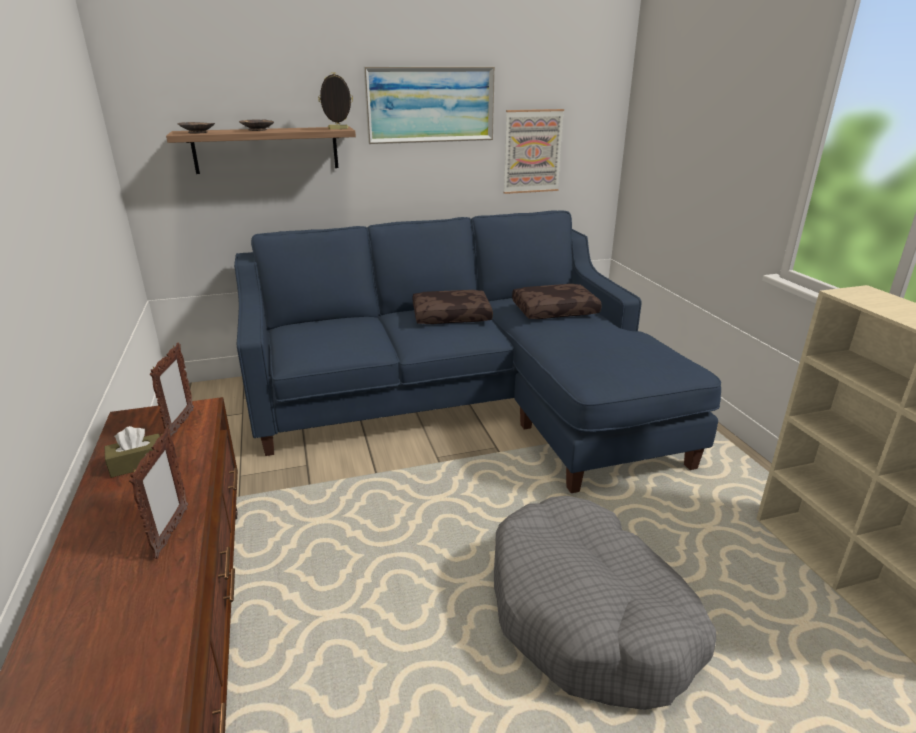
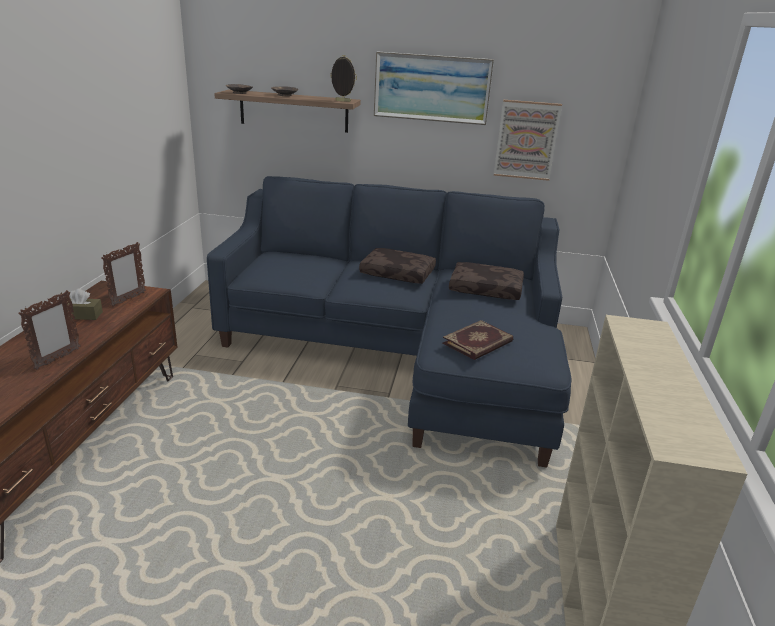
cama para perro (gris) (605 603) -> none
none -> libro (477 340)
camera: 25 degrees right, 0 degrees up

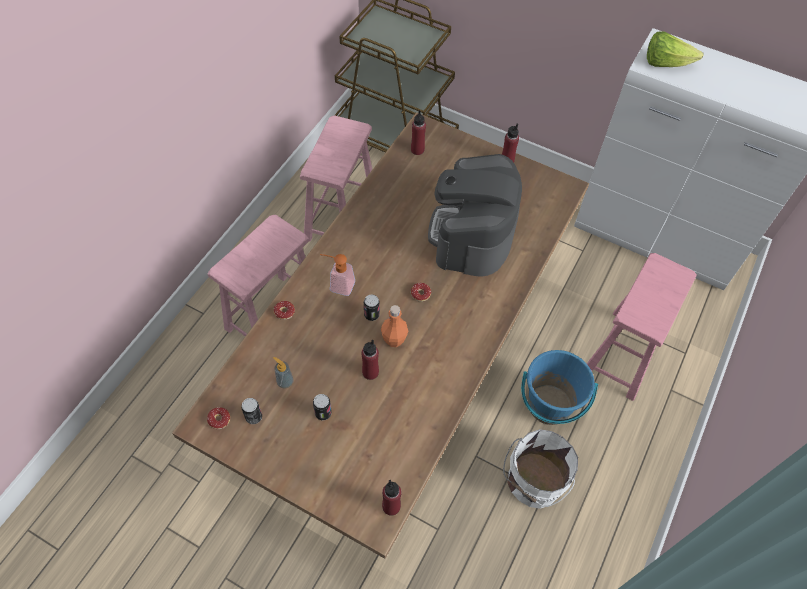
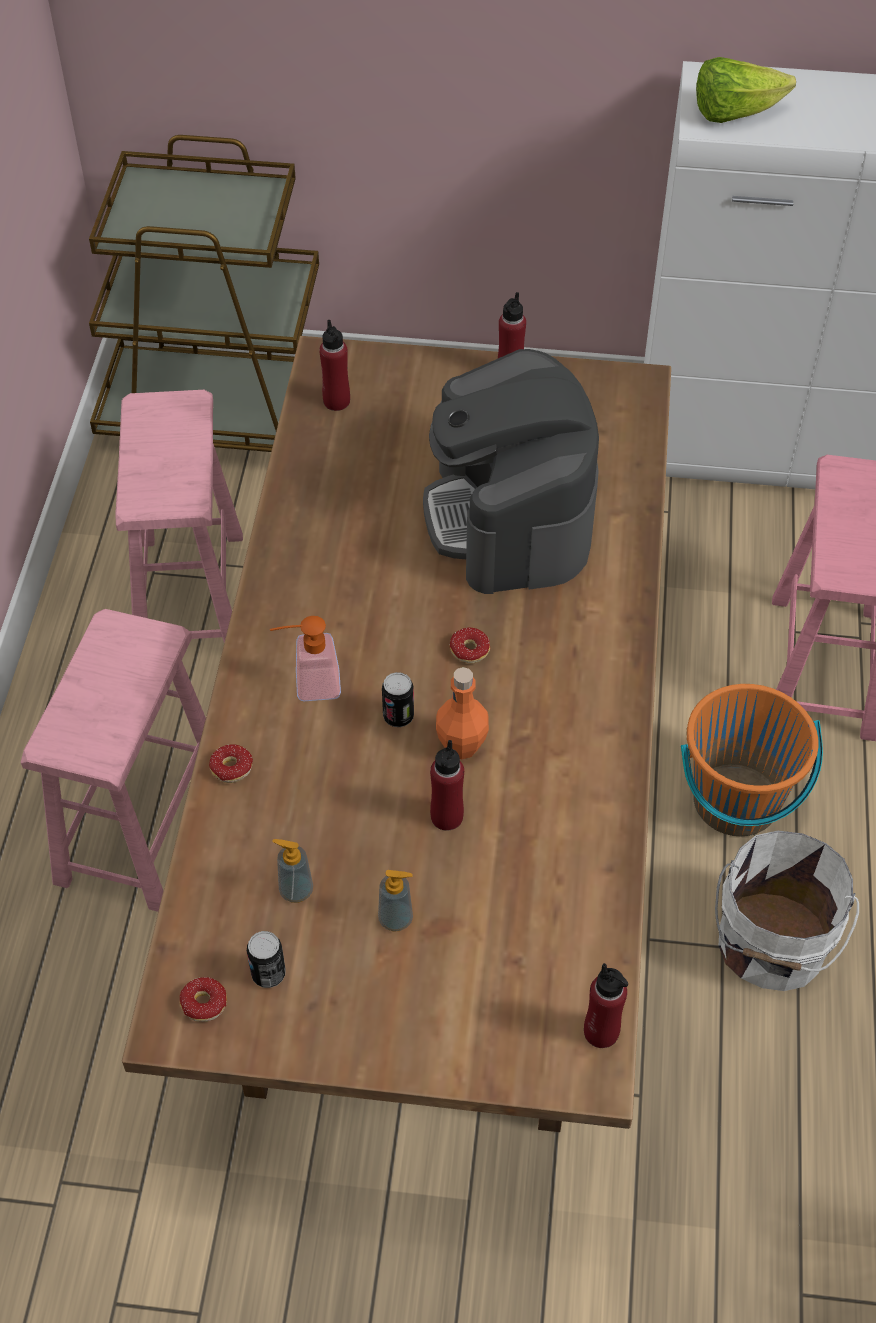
cubo (azul) (559 387) -> cubo (naranja) (752 760)
lata (322 407) -> dispensador de jabón (395 901)
camera: 20 degrees left, 5 degrees down

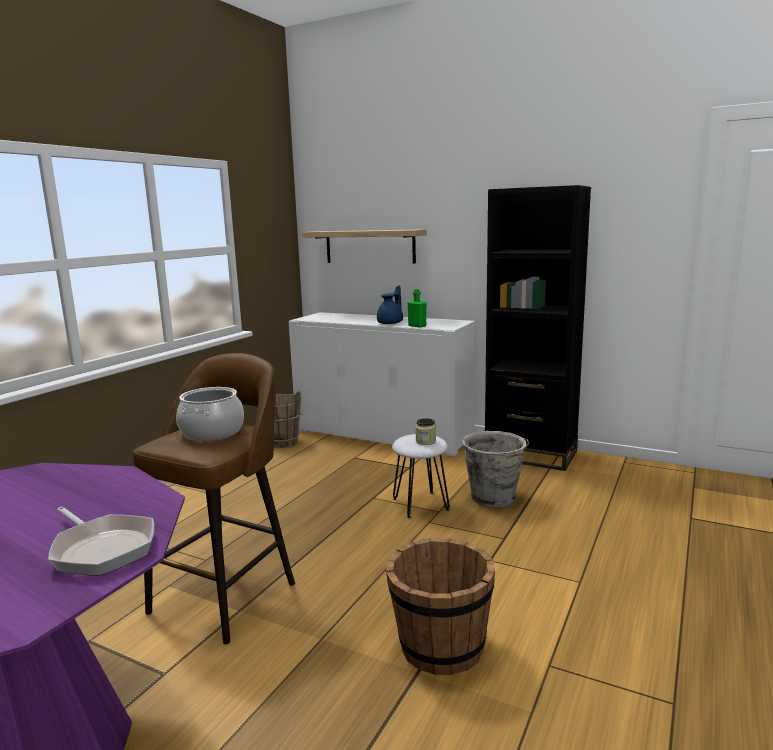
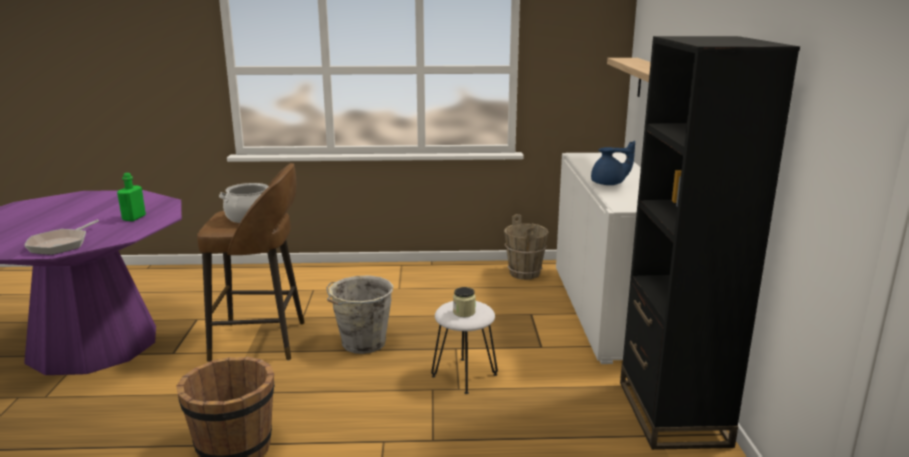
botella (verde) (417 308) -> botella (verde) (131 197), moved
cubo (gris) (495 469) -> cubo (gris) (360 314), moved
camera: 60 degrees right, 5 degrees up

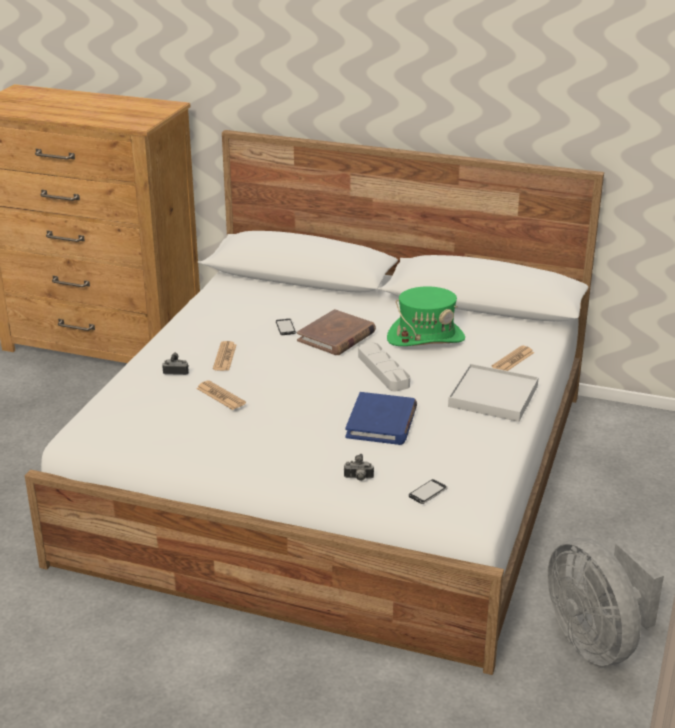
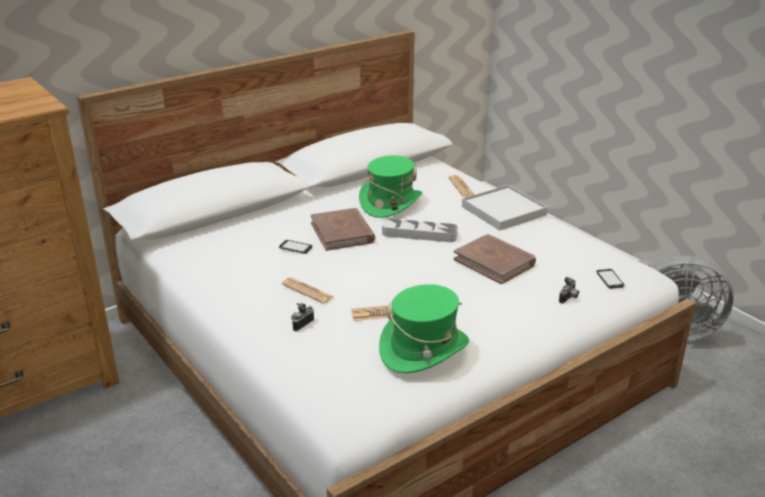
libro (azul) (381 418) -> libro (marrón) (494 259)
none -> sombrero (verde) (424 328)
camera: 55 degrees left, 0 degrees up

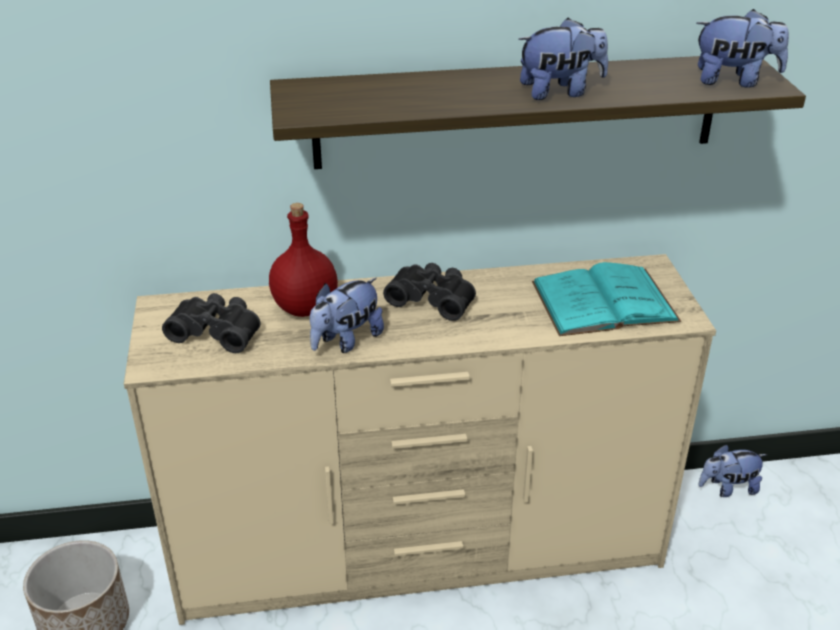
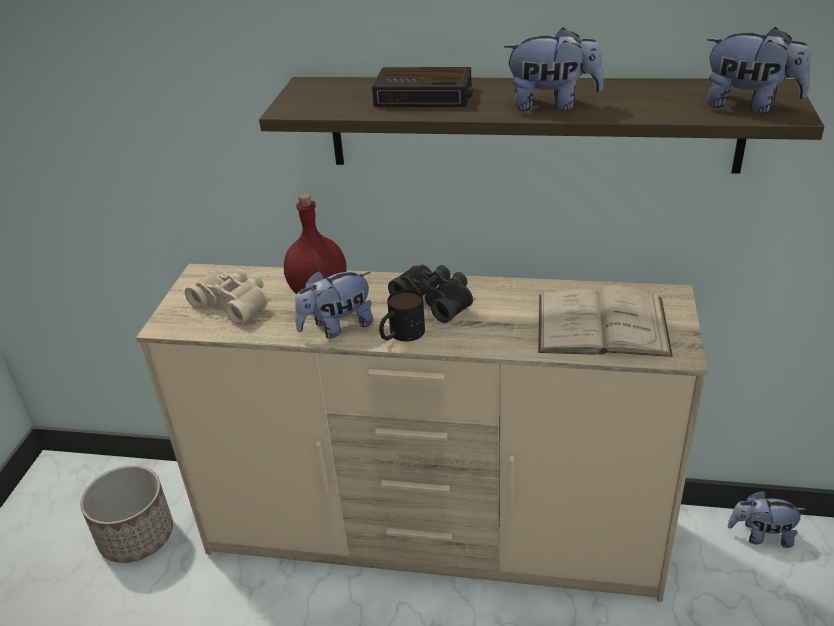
libro (turquesa) (606 299) -> libro (beis) (605 321)
prismáticos (negro) (211 323) -> prismáticos (beis) (226 297)
none -> despertador (422 87)
none -> taza grande (402 316)
camera: 20 degrees right, 0 degrees up

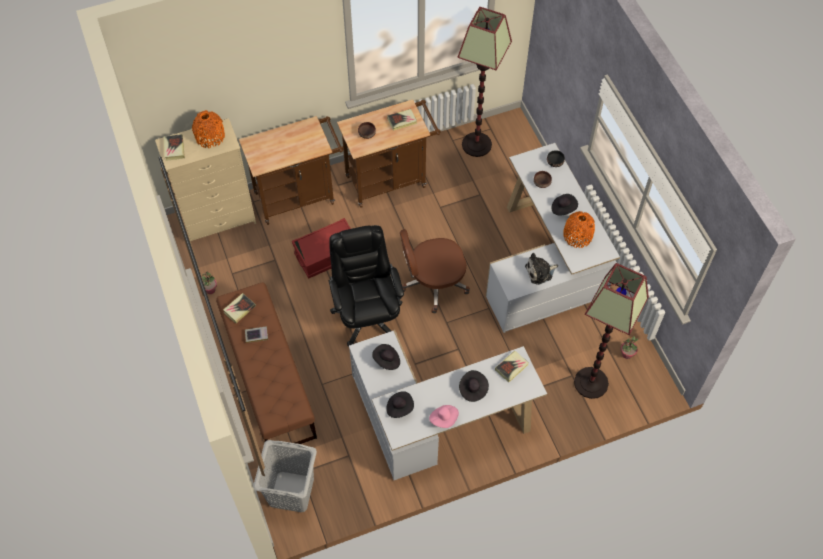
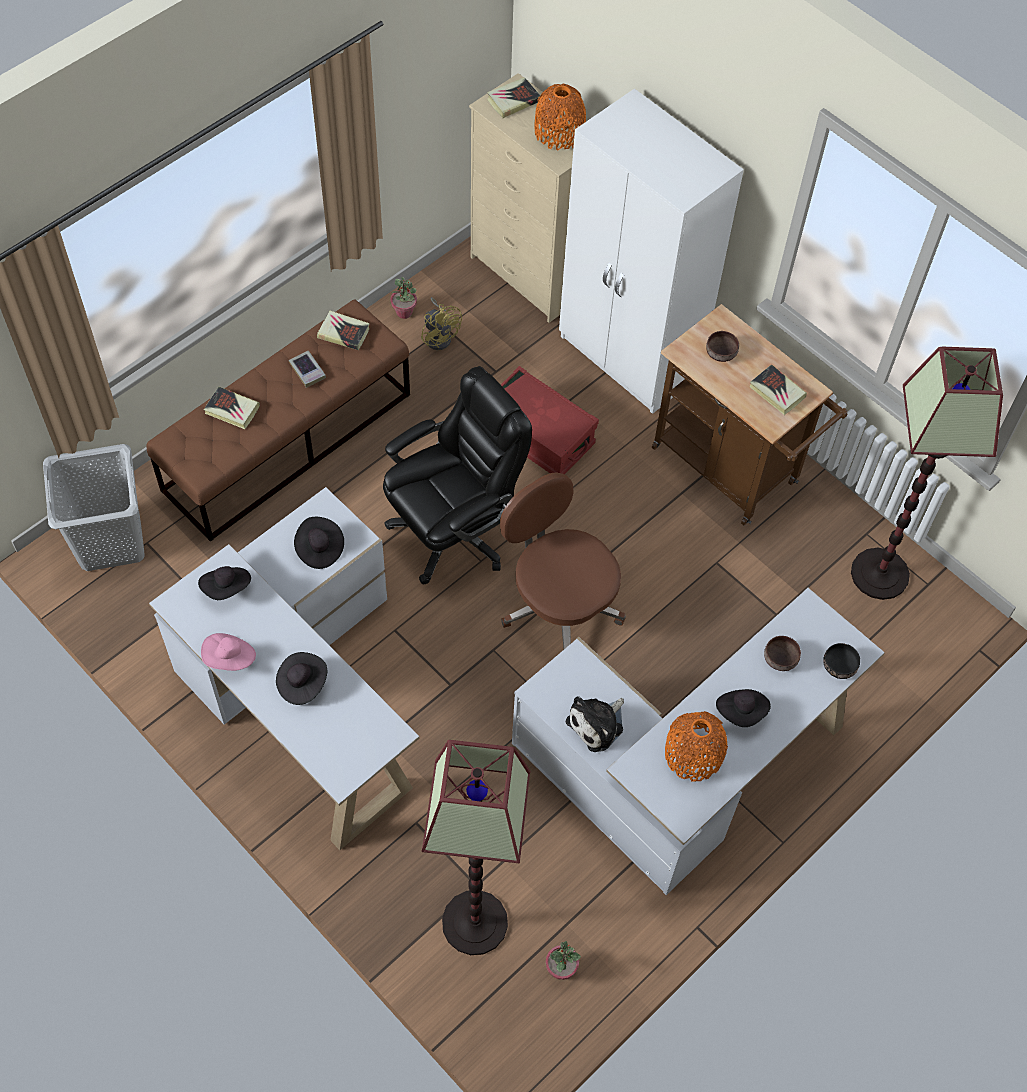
carrito (marrón) (291 170) -> armario ropero (blanco) (651 251)
peluche (541 269) -> peluche (595 724), 90 degrees counterclockwise
libro (512 366) -> libro (232 408), moved
none -> ventilador (amarillo) (441 323)
camera: 65 degrees right, 0 degrees up

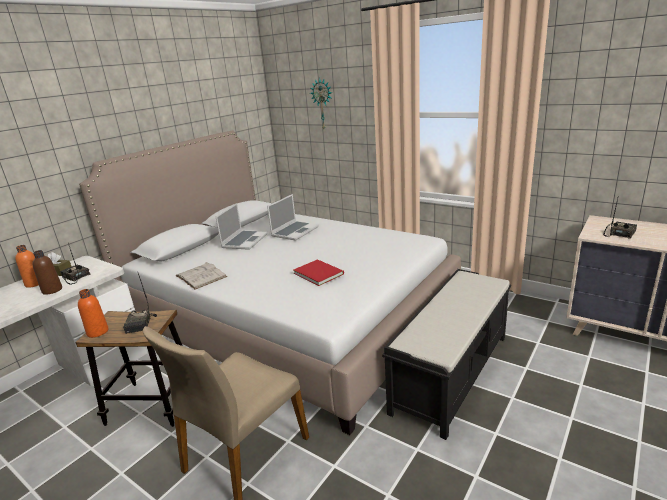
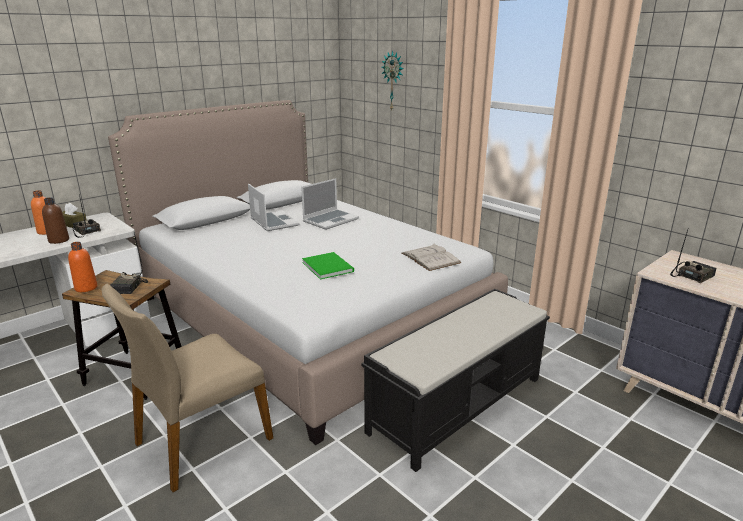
portátil (242 226) -> portátil (274 207), 60 degrees counterclockwise
libro (rojo) (319 272) -> libro (verde) (328 266)
libro (blanco) (201 276) -> libro (blanco) (431 257), moved
camera: 10 degrees right, 0 degrees up

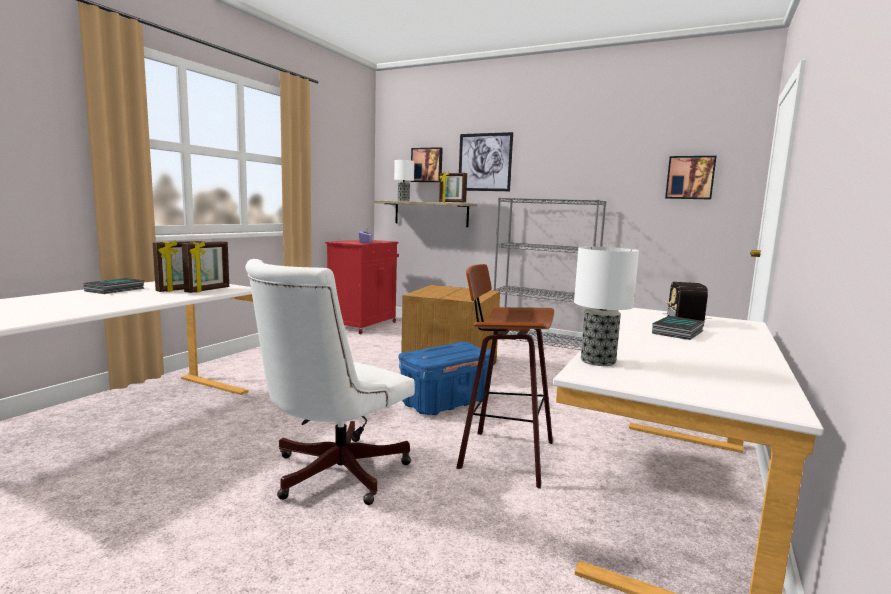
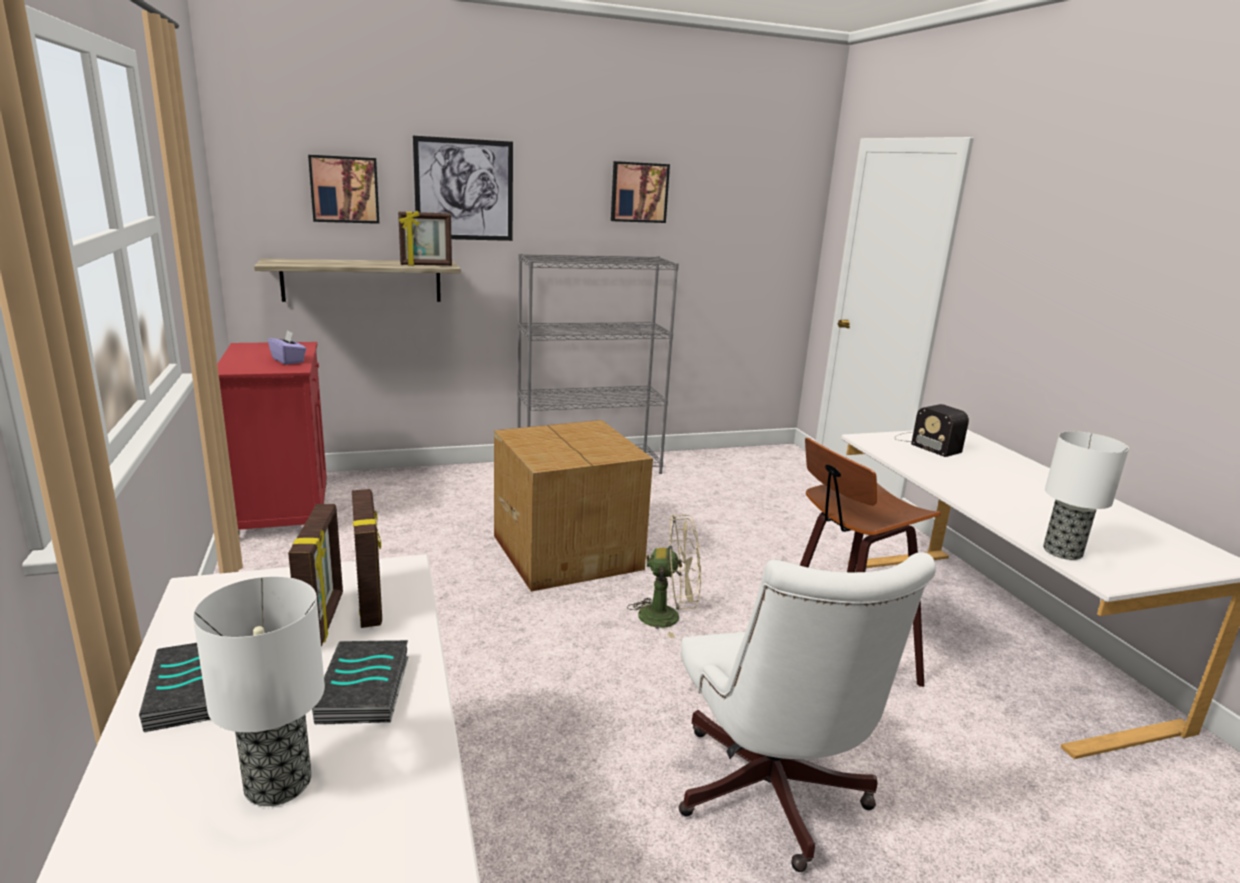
cuadro (690 178) -> cuadro (640 192), moved
lámpara de mesa (404 180) -> lámpara de mesa (259 691), moved
libro (678 328) -> libro (360 682), moved
caja de almacenaje (azul) (447 378) -> ventilador (beis) (664 576)
camera: 45 degrees left, 10 degrees up

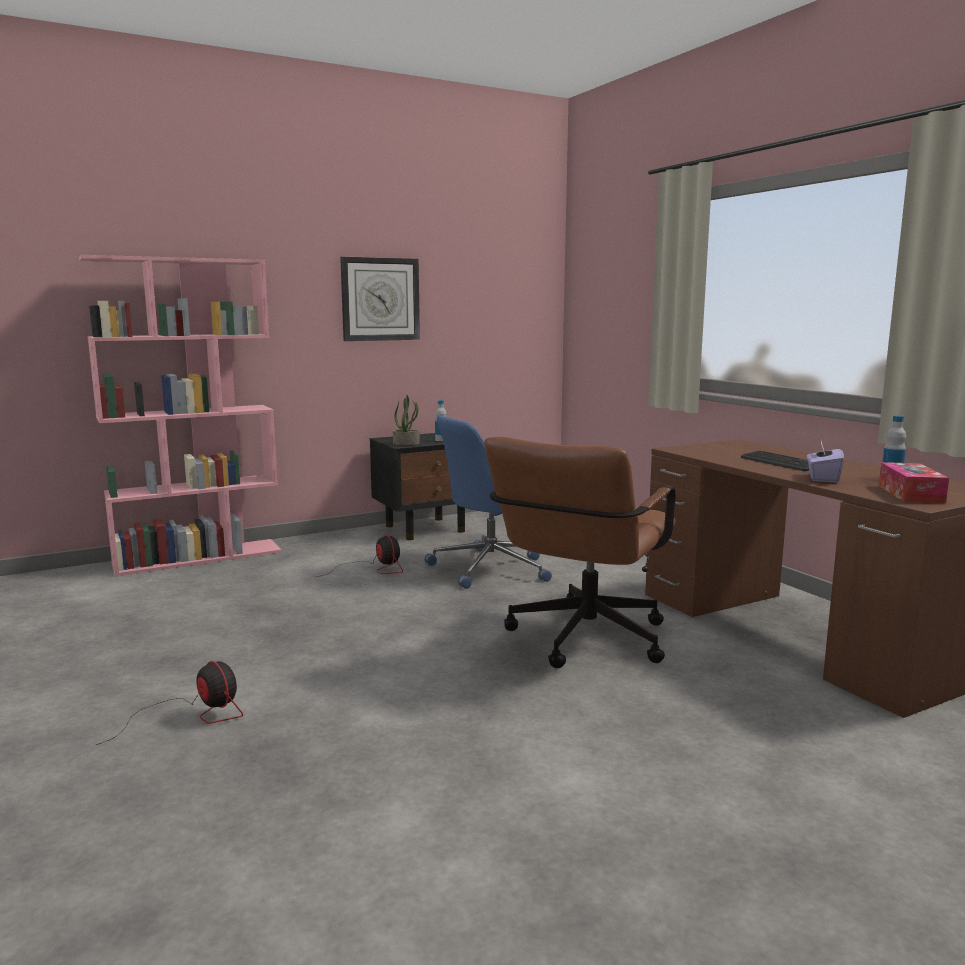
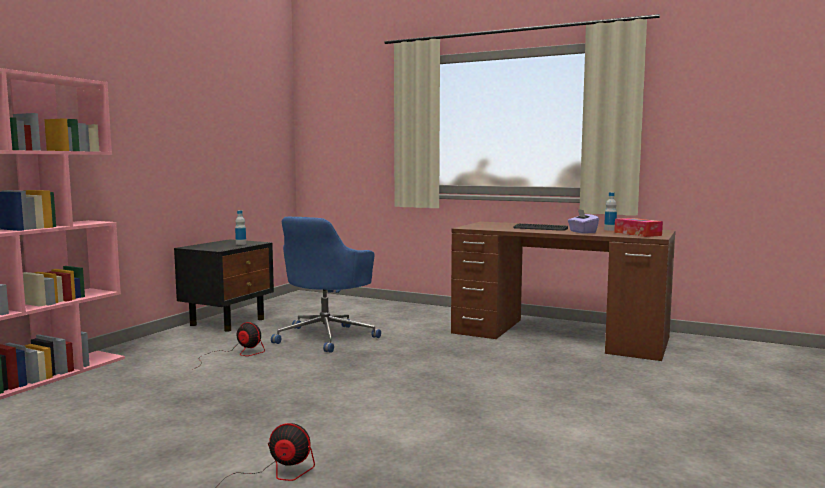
reloj de pared (380 299) -> none
planta en maceta (406 420) -> none
silla de oficina (marrón) (580 552) -> none
camera: 35 degrees left, 5 degrees down

